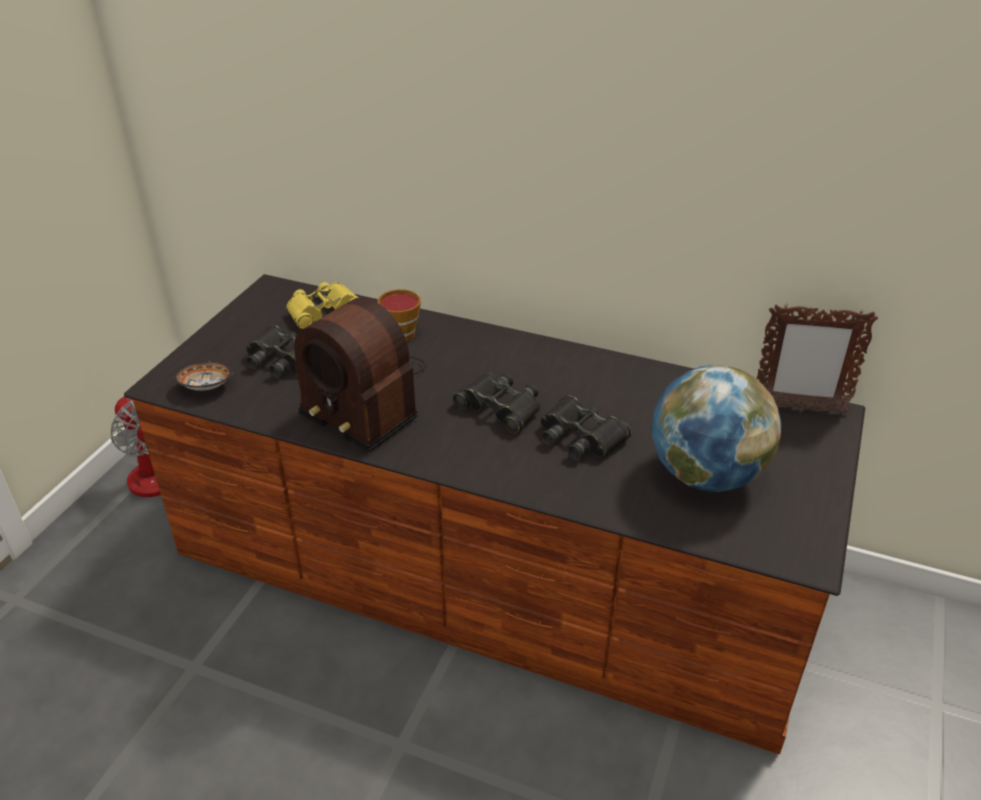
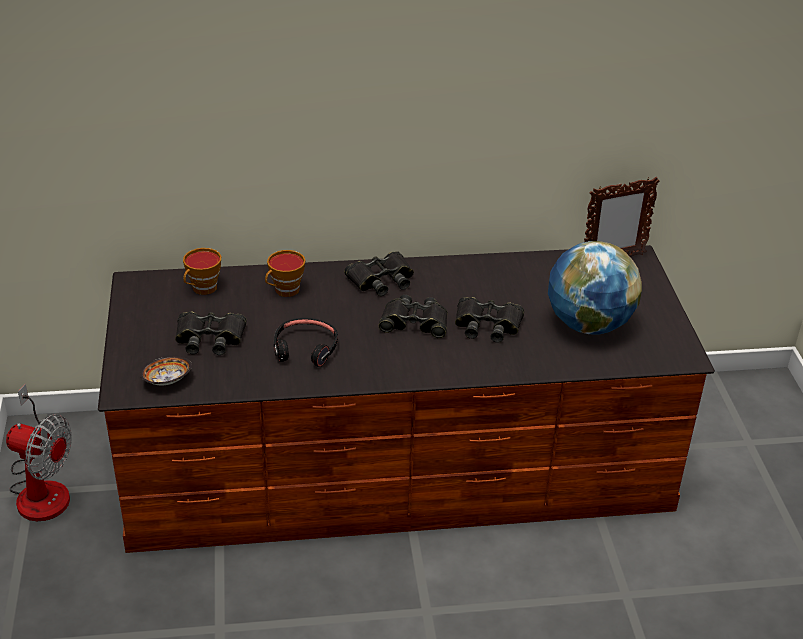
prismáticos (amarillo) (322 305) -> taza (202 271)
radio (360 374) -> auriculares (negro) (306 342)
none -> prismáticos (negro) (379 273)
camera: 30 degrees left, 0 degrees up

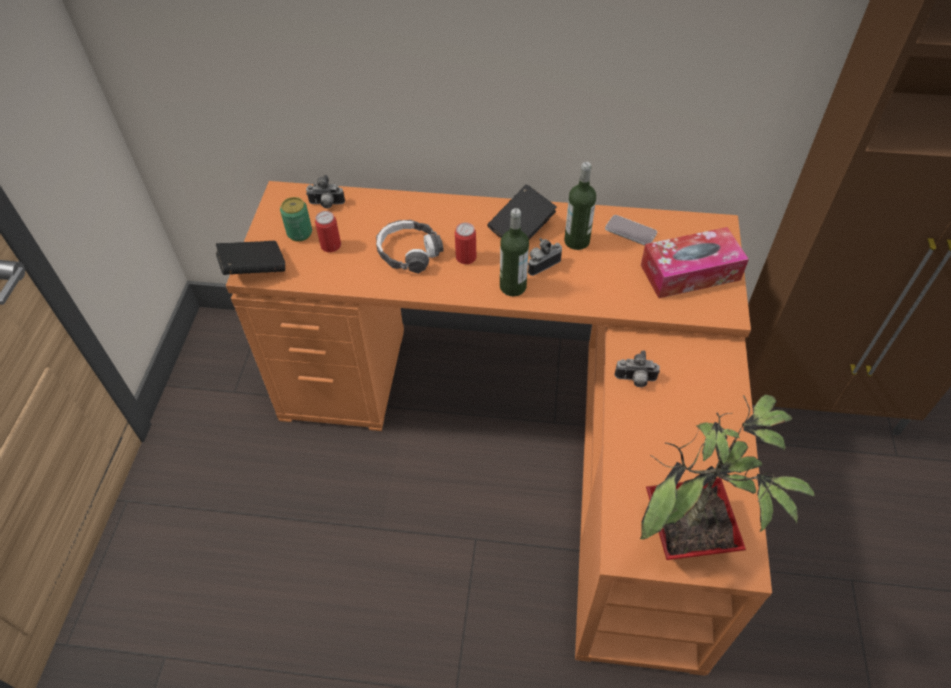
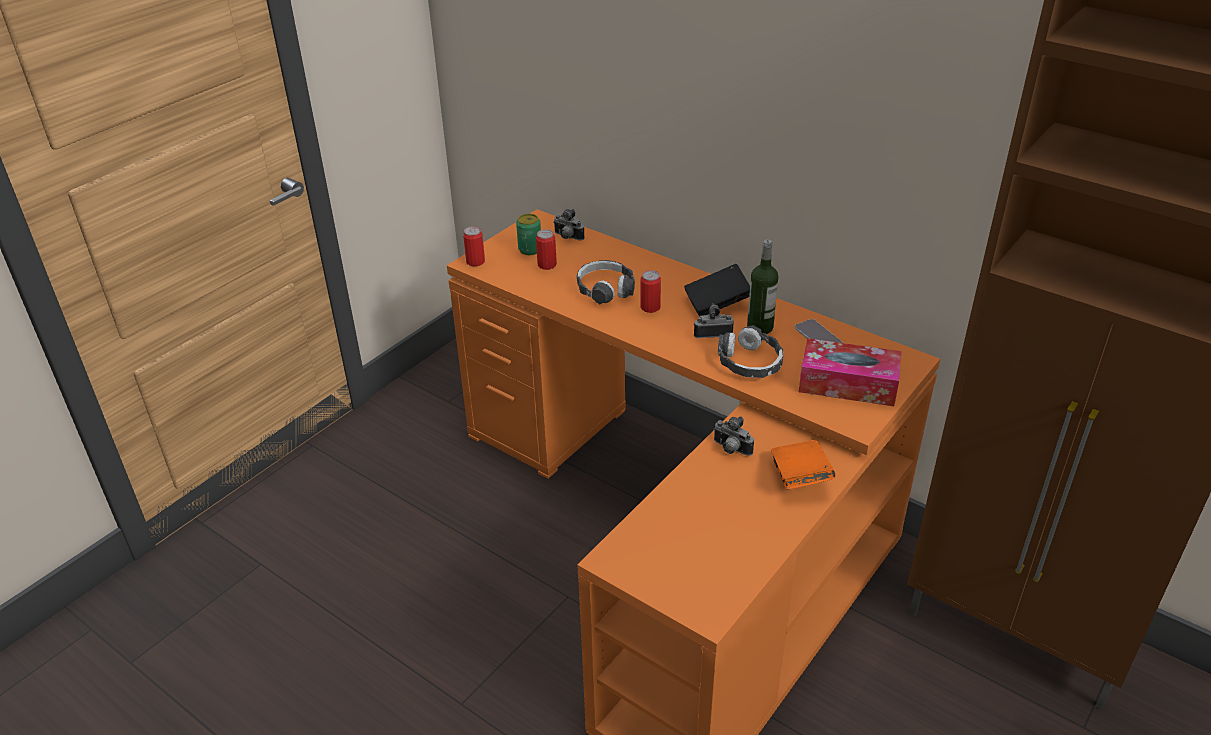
botella (514 252) -> none
libro (negro) (250 258) -> lata (474 246)
planta en maceta (727 477) -> none
none -> auriculares (750 351)
none -> libro (naranja) (803 465)
camera: 30 degrees right, 15 degrees down

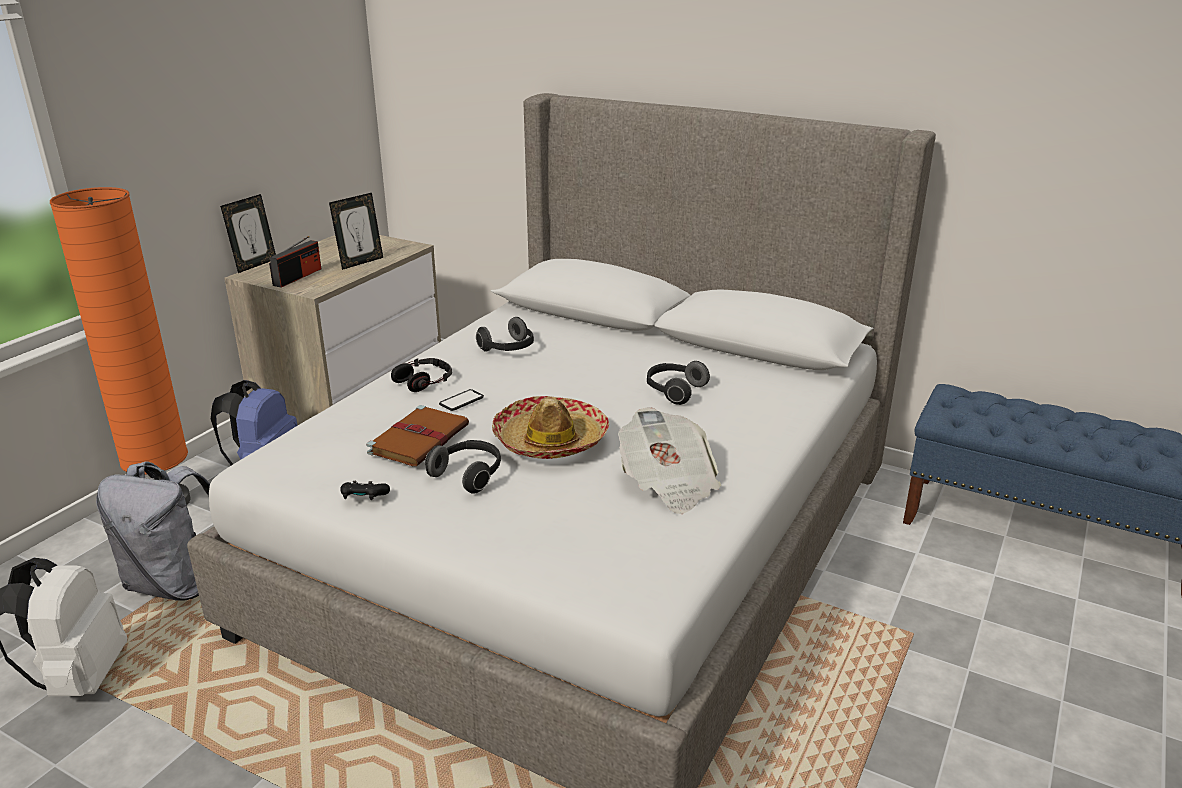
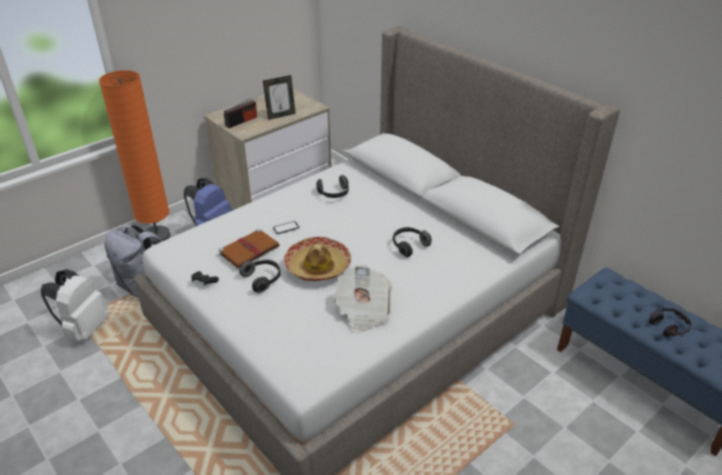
portarretratos (248 233) -> none
auriculares (421 375) -> auriculares (670 322), moved
camera: 20 degrees right, 10 degrees up

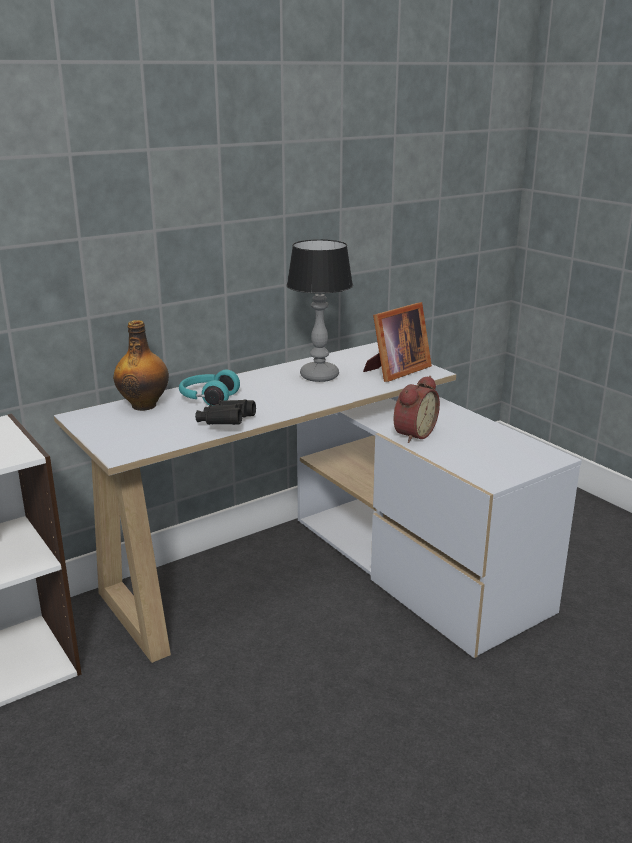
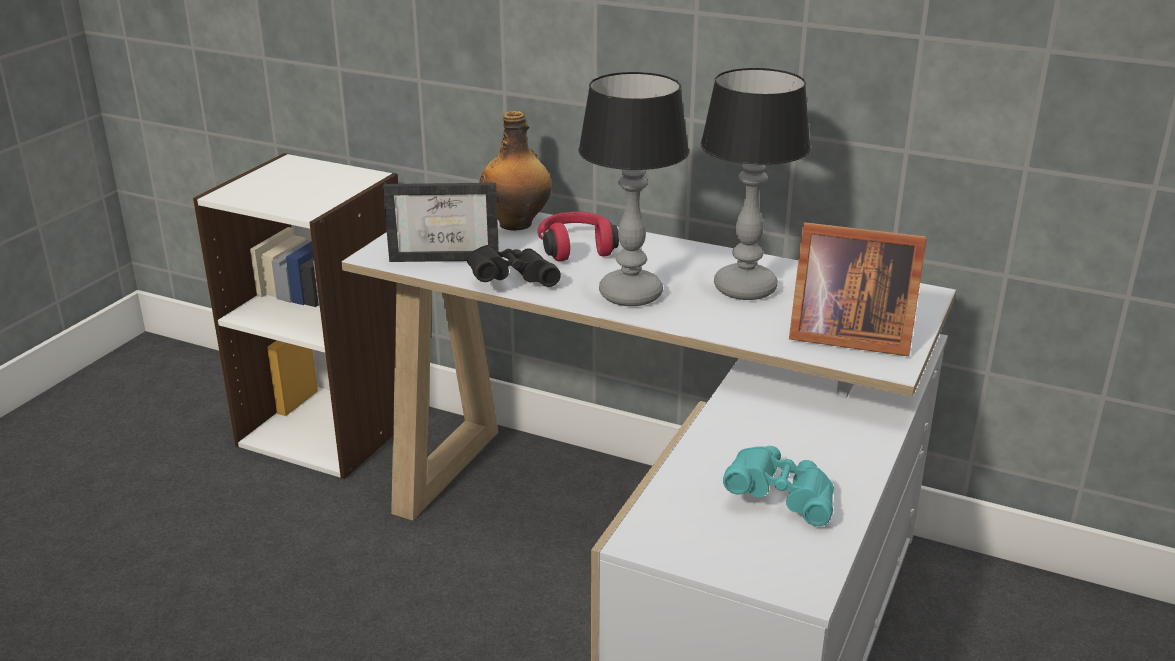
auriculares (turquesa) (209 387) -> auriculares (rojo) (578 236)
despertador (416 409) -> none
none -> lámpara de mesa (633 189)
none -> portarretratos (441 222)
none -> prismáticos (turquesa) (778 486)
camera: 60 degrees right, 5 degrees up

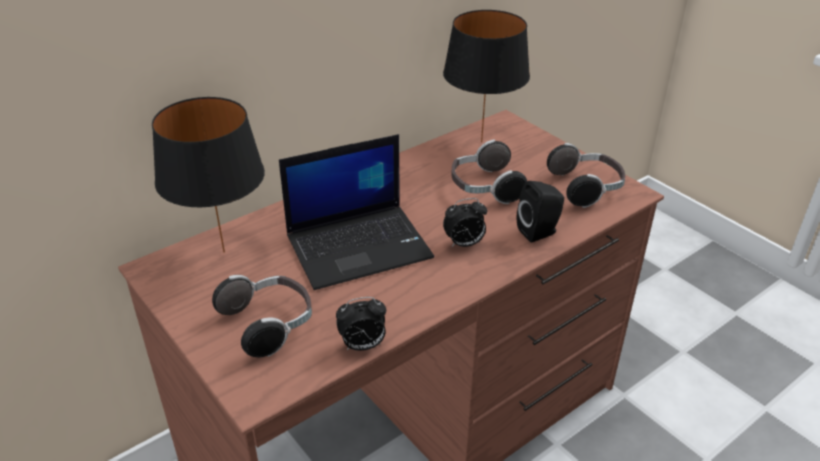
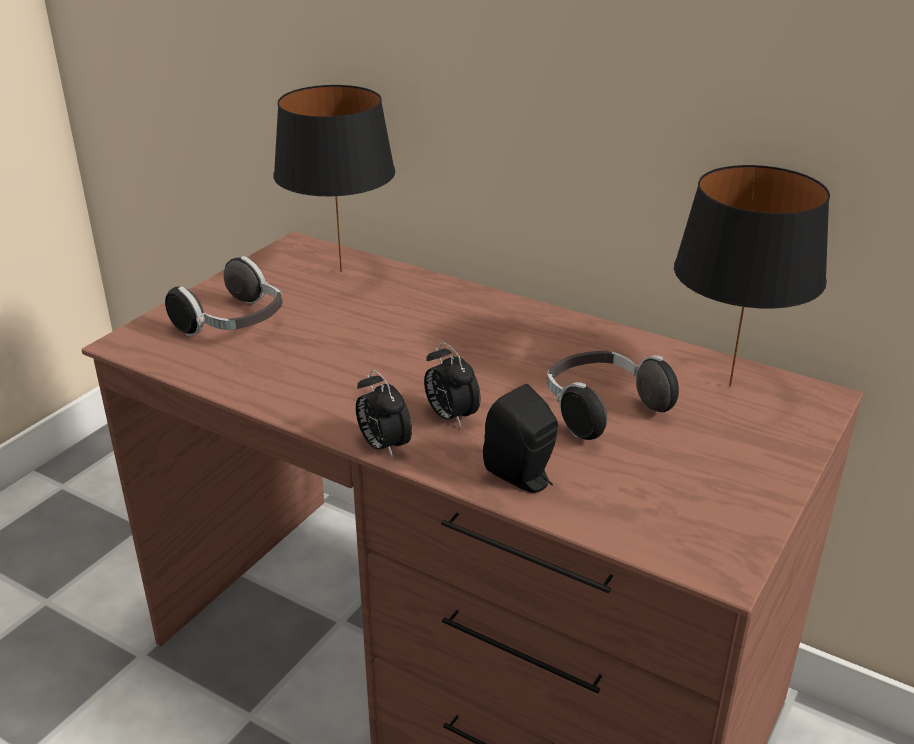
portátil (356 212) -> none
auriculares (586 175) -> none
despertador (361 324) -> despertador (384 414), moved
camera: 70 degrees right, 5 degrees down

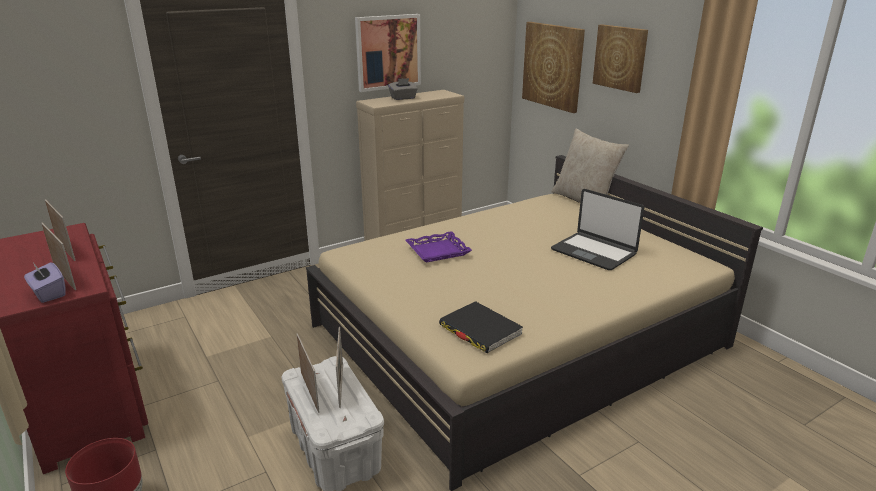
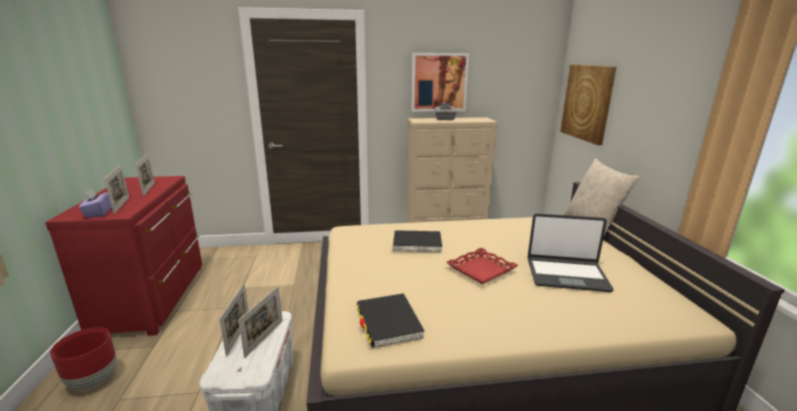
cuadro (620 58) -> none
portátil (597 229) -> portátil (571 253), 60 degrees counterclockwise
bandeja (morado) (438 247) -> libro (negro) (417 241)
none -> bandeja (rojo) (482 266)
camera: 25 degrees right, 5 degrees down

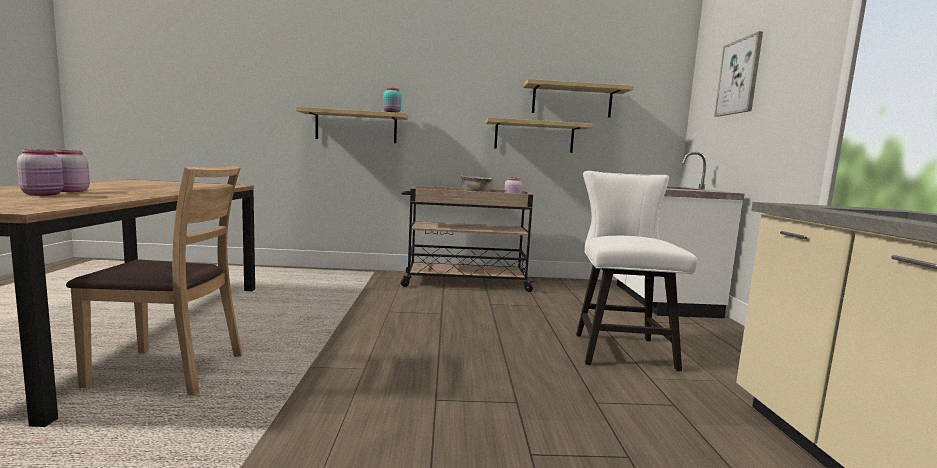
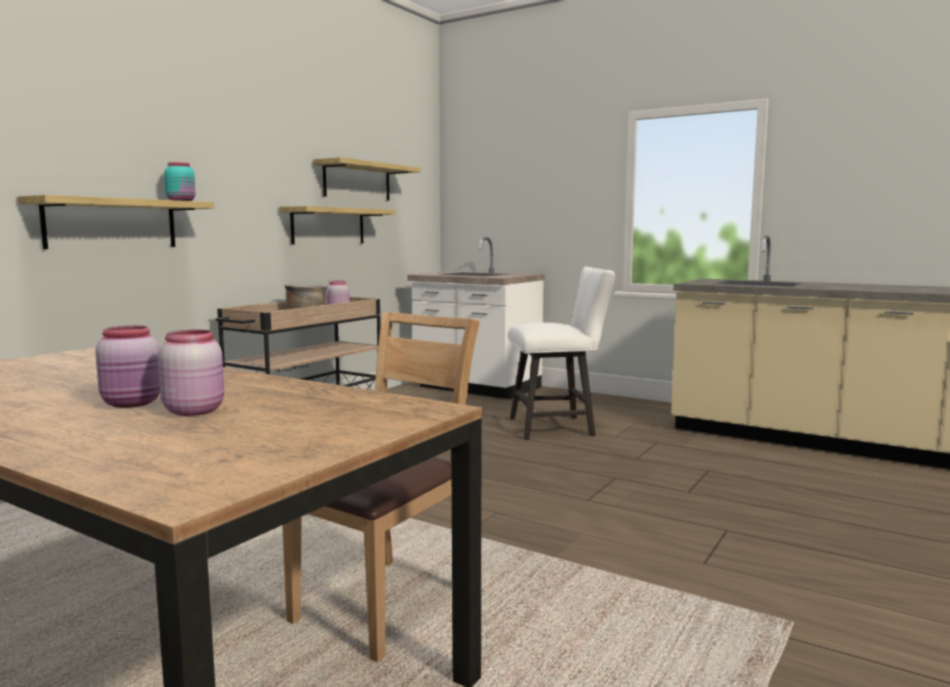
cuadro (738 74) -> none
silla (blanco) (636 271) -> silla (blanco) (562 353), 135 degrees clockwise
camera: 55 degrees left, 0 degrees up

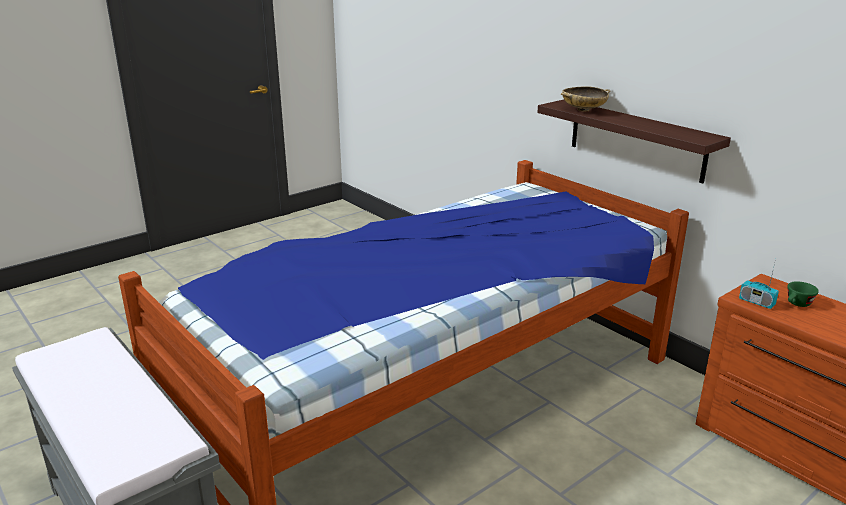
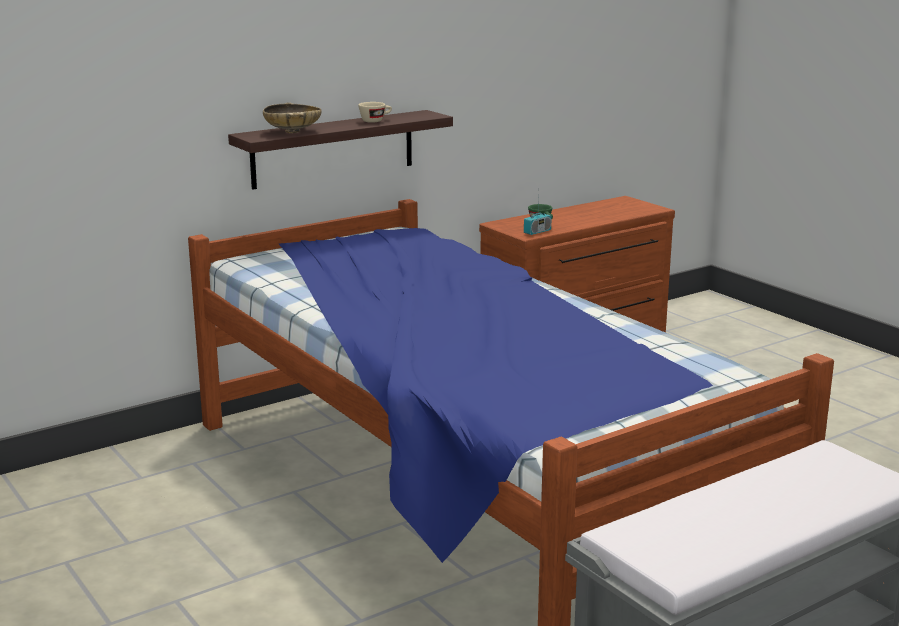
none -> taza (beis) (375 112)
camera: 85 degrees left, 5 degrees down

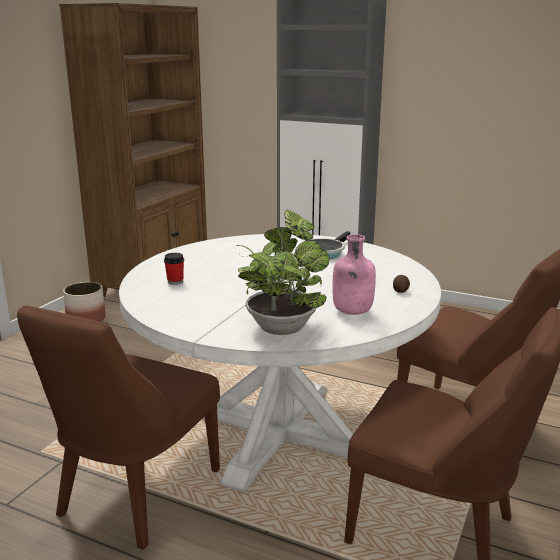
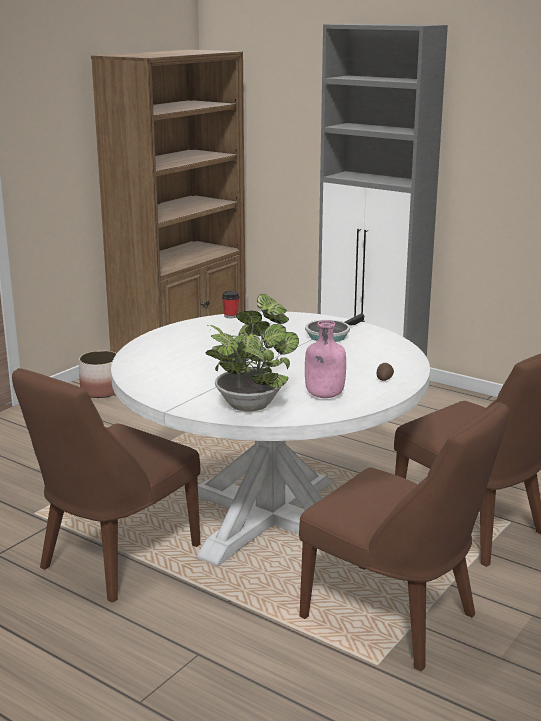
taza (174 269) -> taza (230 304), moved
camera: 10 degrees right, 0 degrees up

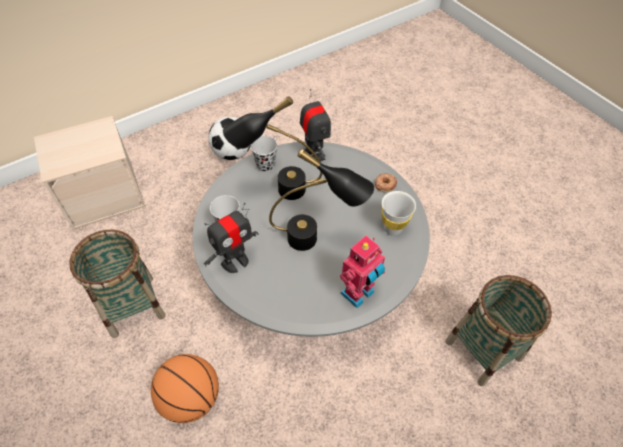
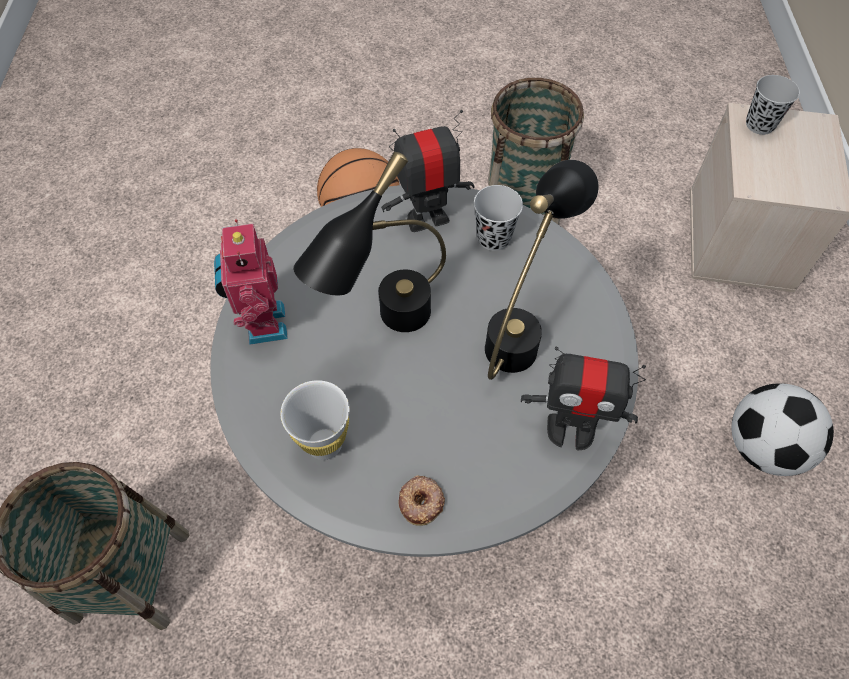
taza (negro) (264 154) -> taza (negro) (773 105), moved
robot de juguete (231 238) -> robot de juguete (428 171), 75 degrees clockwise
camera: 125 degrees right, 5 degrees up

